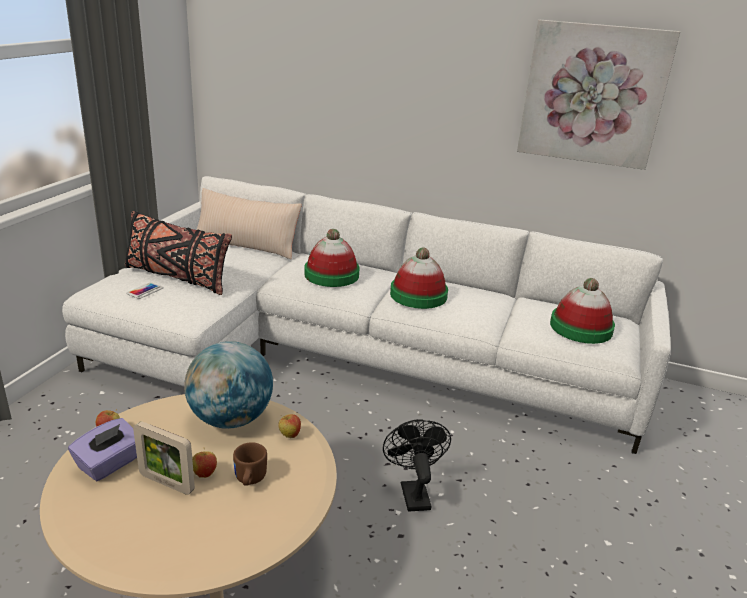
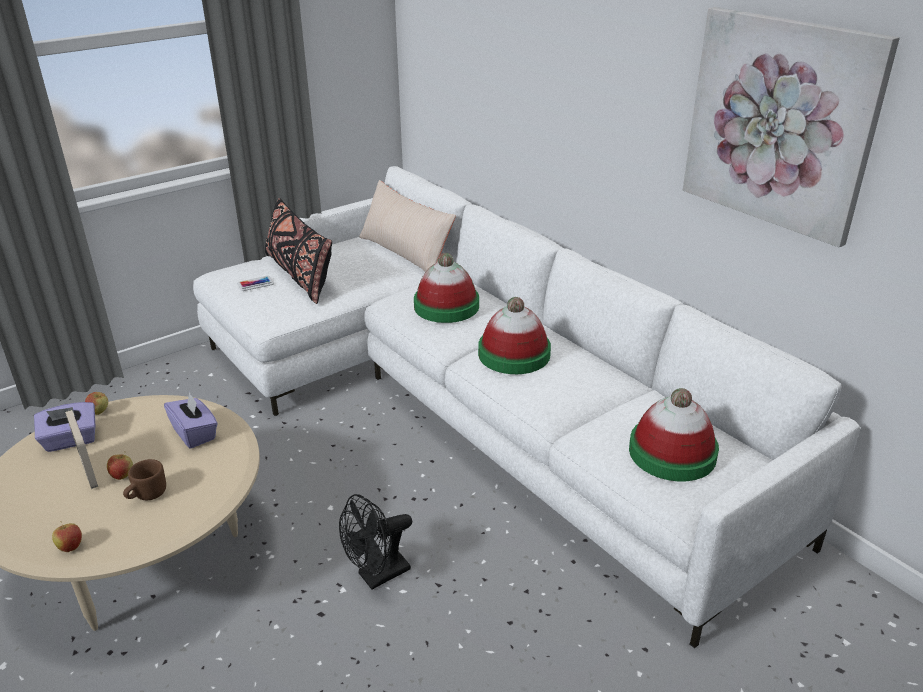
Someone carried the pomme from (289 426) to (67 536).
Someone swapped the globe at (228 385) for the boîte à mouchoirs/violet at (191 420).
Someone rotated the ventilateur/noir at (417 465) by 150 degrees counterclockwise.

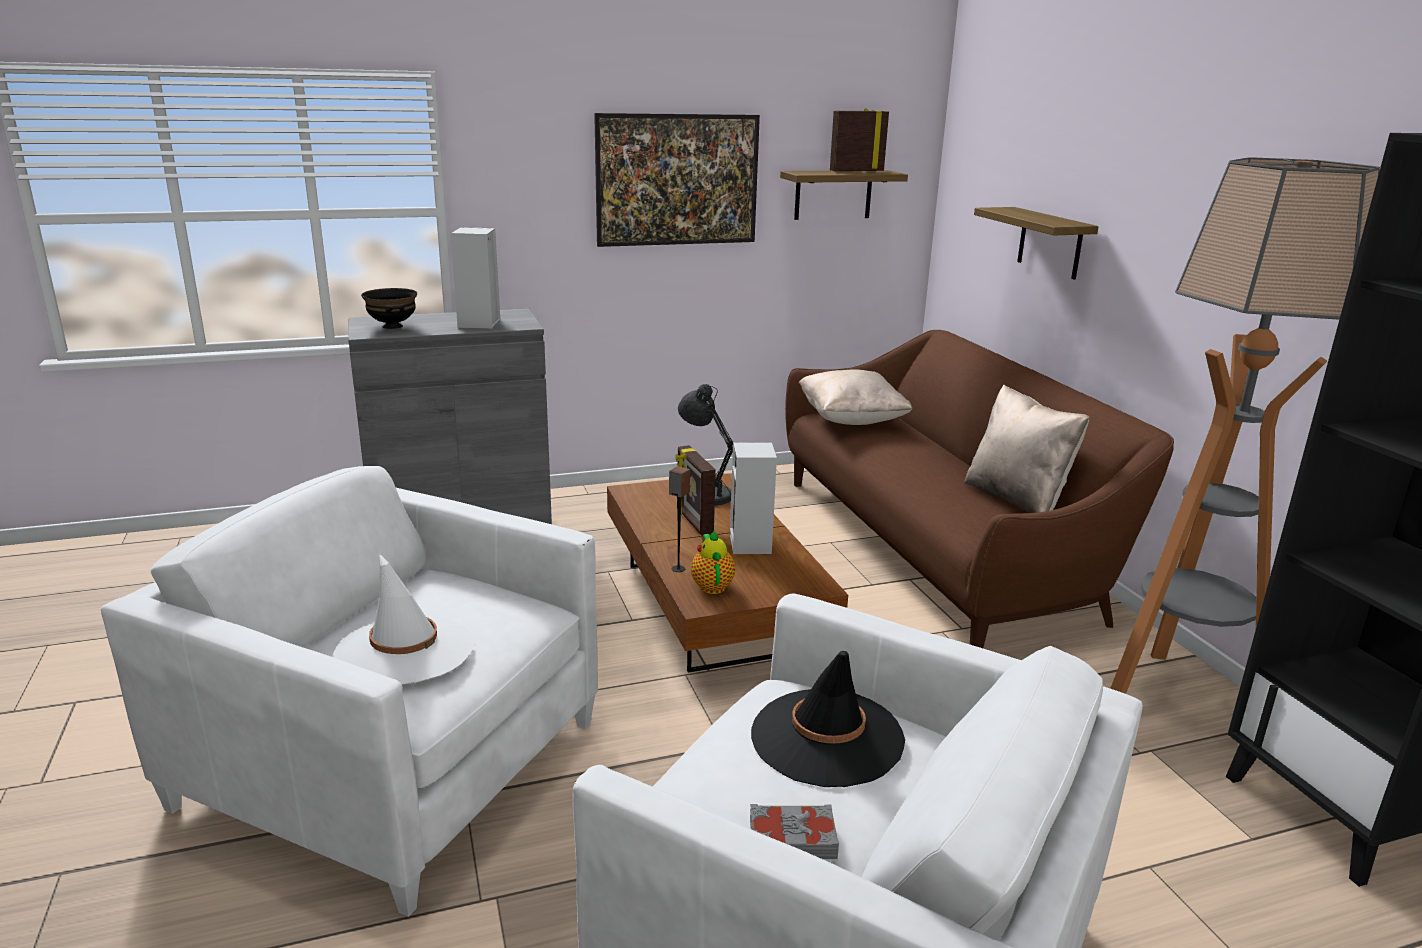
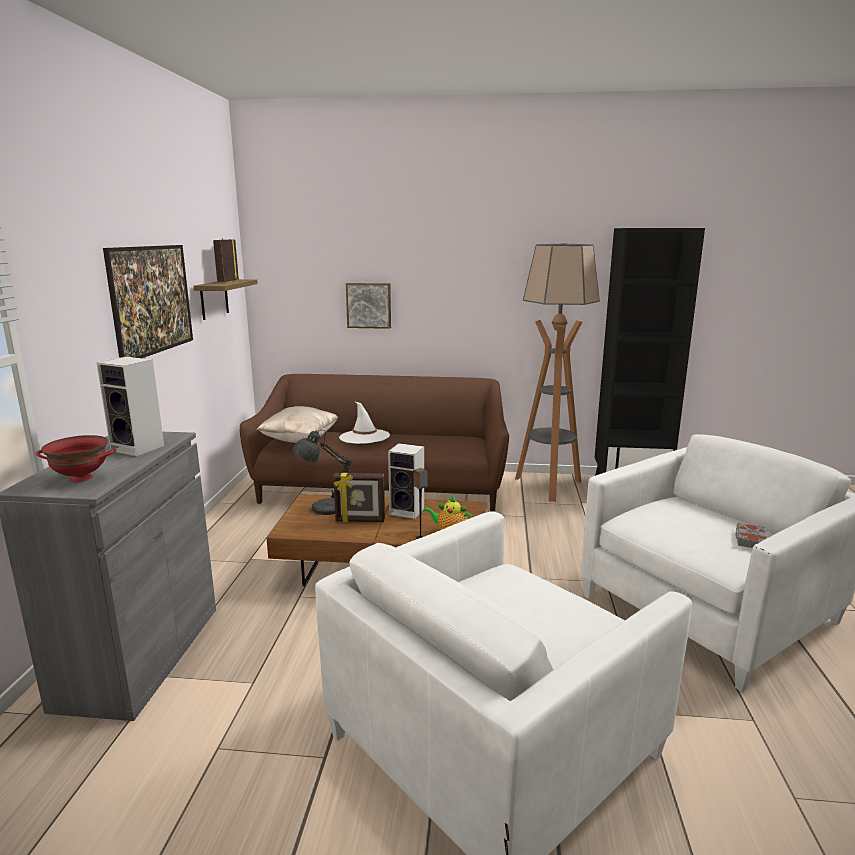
Someone took away the chapeau/noir at (828 719).
Someone took away the coussin/beige at (1026 448).
Someone carried the chapeau/blanc from (403 619) to (364 423).
Someone swapped the étagère at (1036 243) for the tableau at (368 306).
Someone repainted the bol/noir at (389 308), which became the bol/rouge at (76 458).

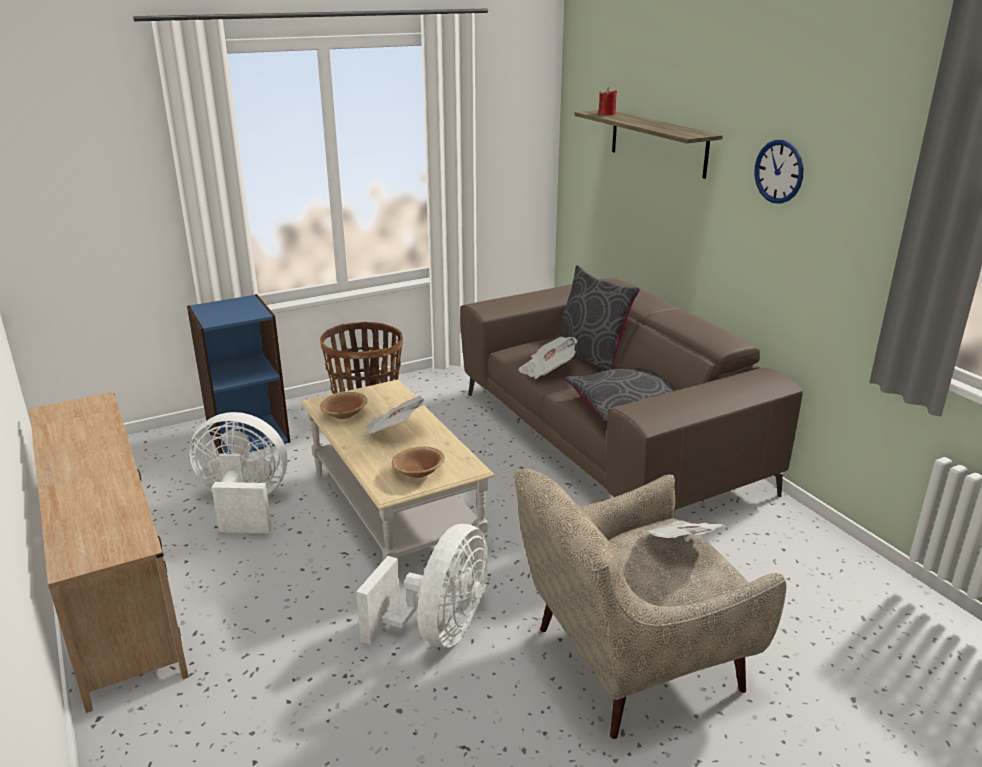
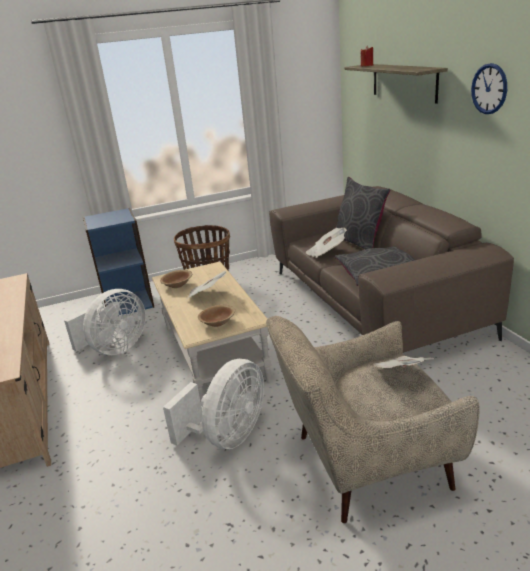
Someone rotated the ventilateur/blanc at (238 472) by 120 degrees clockwise.

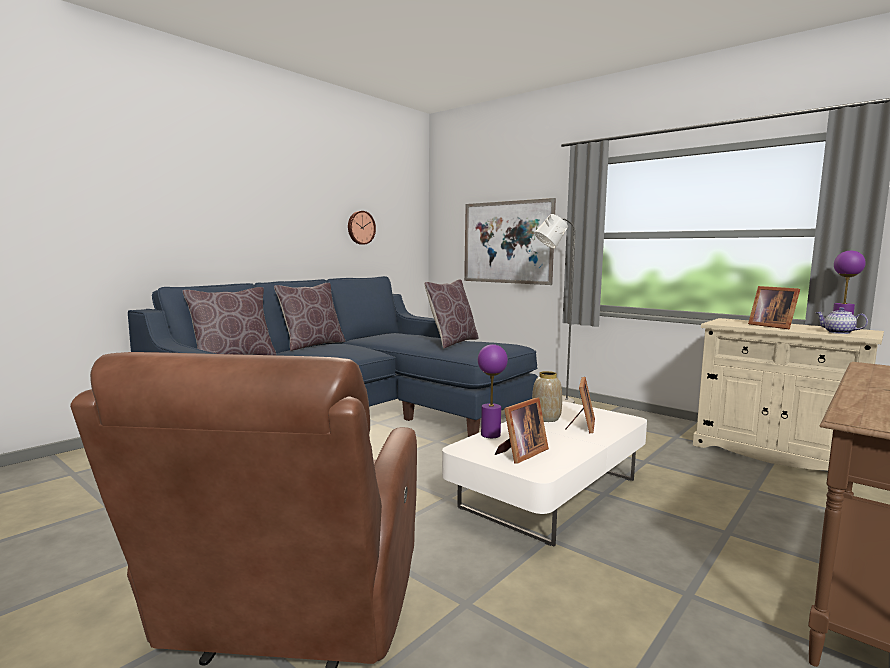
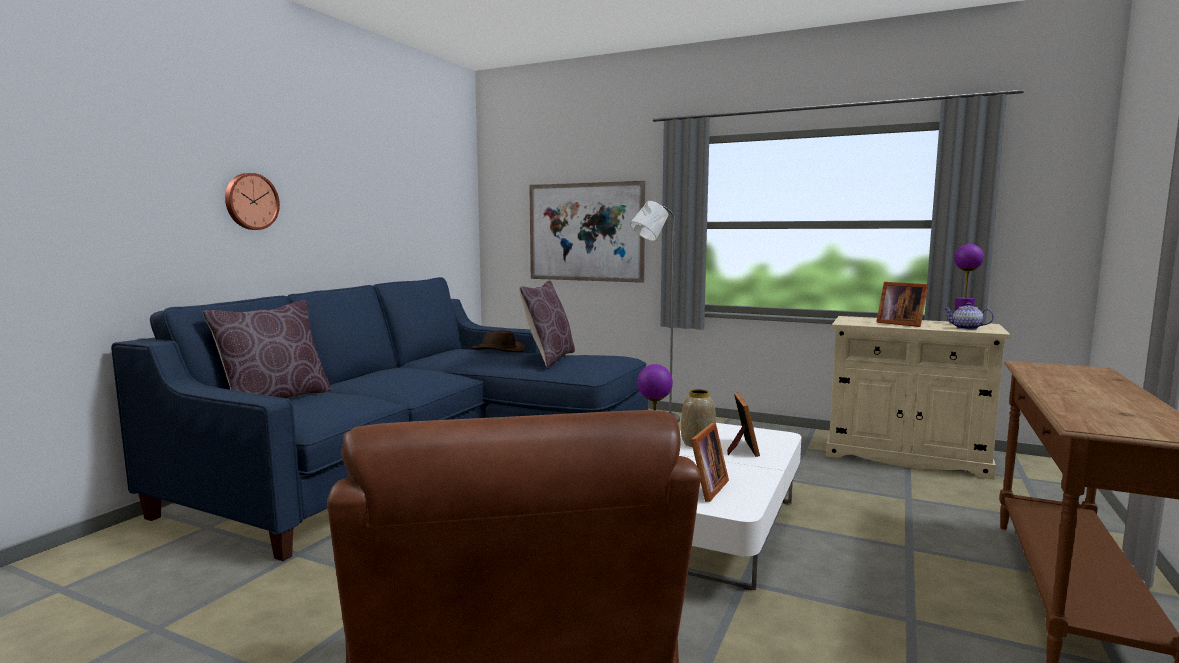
Someone took away the coussin/marron at (309 317).
Someone put down the chapeau/marron at (498 341).
Someone carried the horloge murale from (362 228) to (252 201).

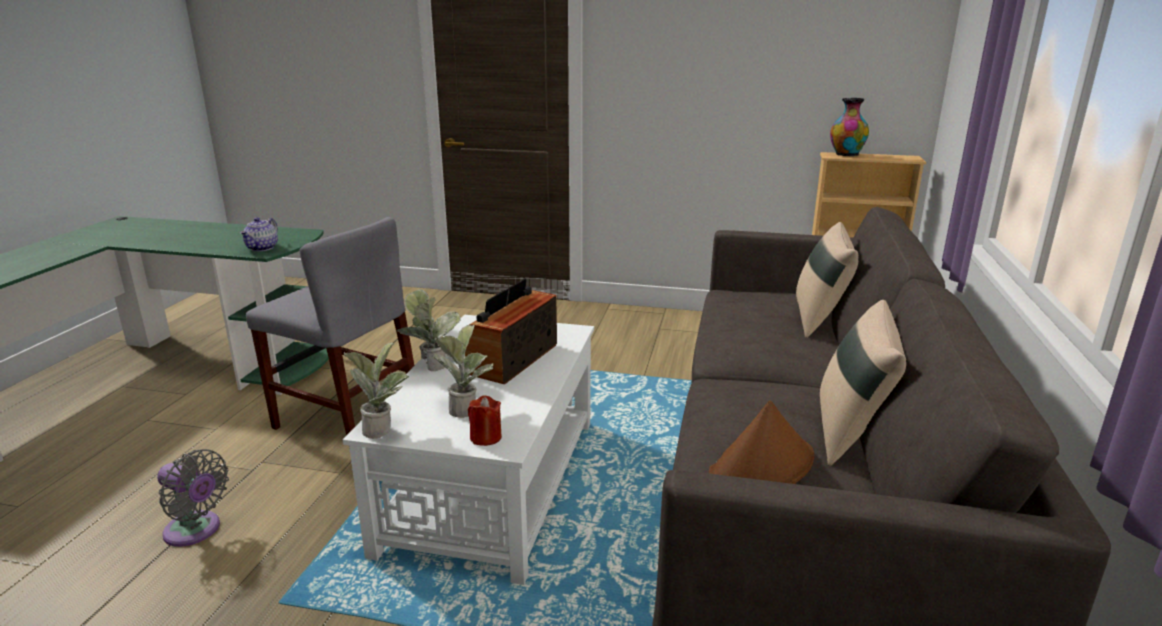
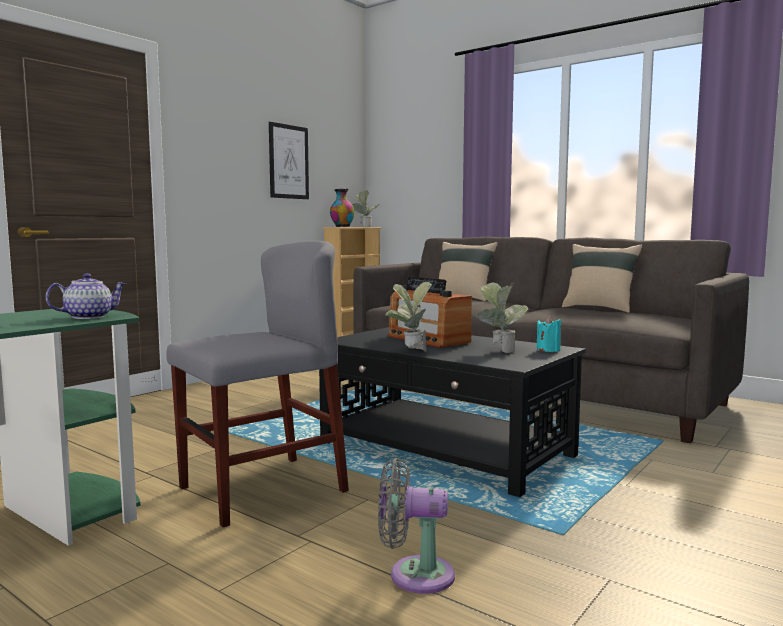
Someone took away the chapeau/marron at (761 442).
Someone put up the tableau at (289 160).
Someone carried the plante en pot from (376 390) to (366 208).
Someone repainted the table basse/blanc at (468 450), which became the table basse/noir at (452 412).
Someone repainted the bougie/rouge at (485 420), which became the bougie/turquoise at (548 334).
Someone rotated the ventilateur/gris at (193 498) by 135 degrees counterclockwise.
Someone rotated the théière at (259 234) by 75 degrees counterclockwise.

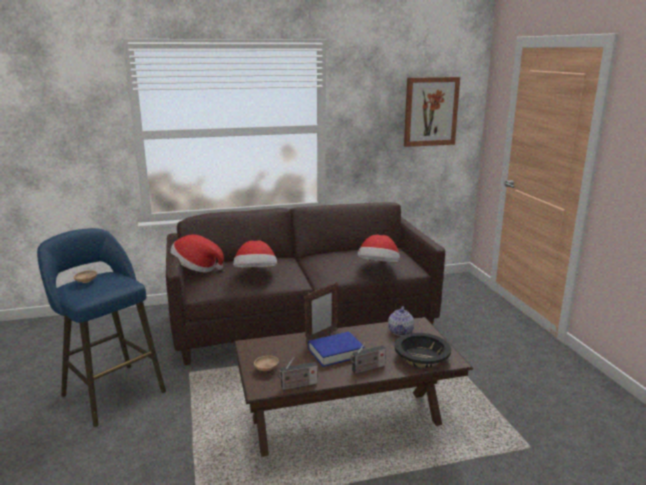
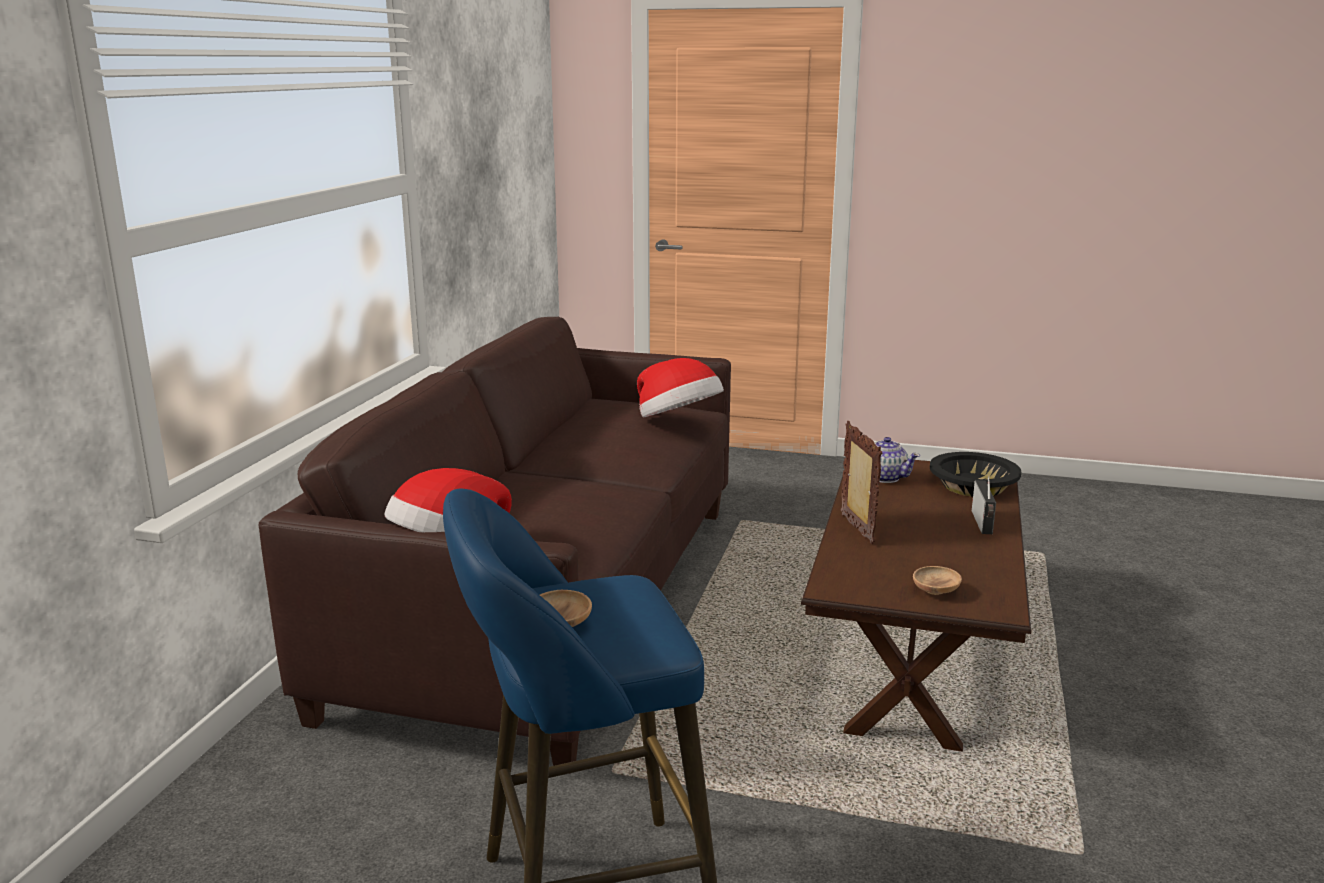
Someone took away the chapeau at (255 253).
Someone took away the radio at (297 373).
Someone took away the livre/bleu at (336 349).
Someone took away the tableau at (432 112).

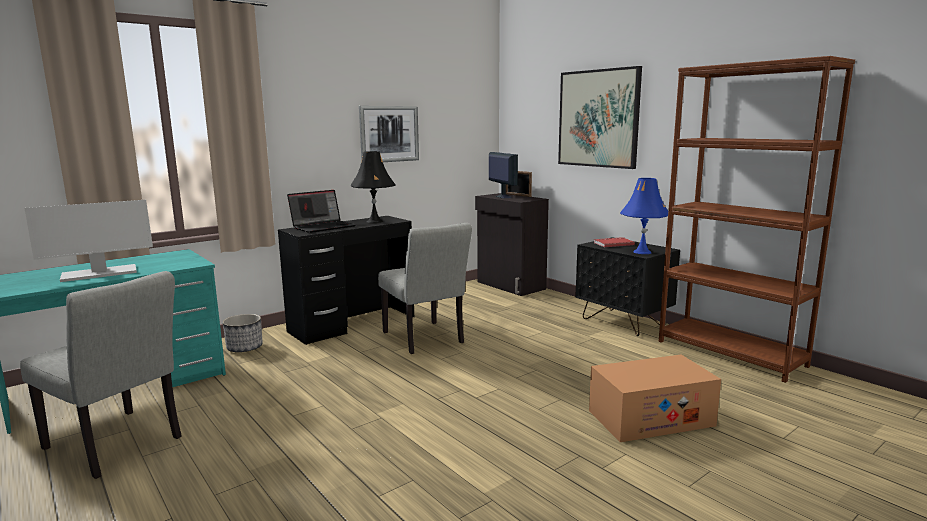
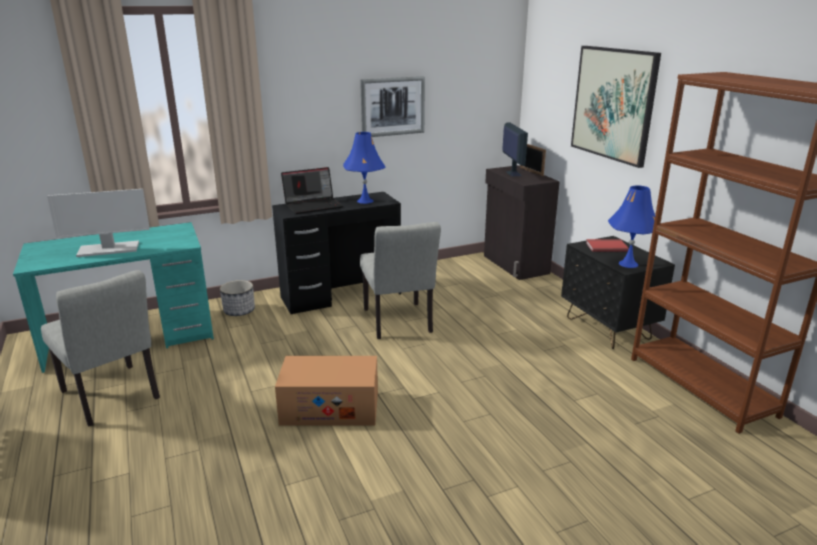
Someone carried the carton from (655 398) to (326 390).
Someone repainted the lampe de table/noir at (373 187), which became the lampe de table/bleu at (364 168).

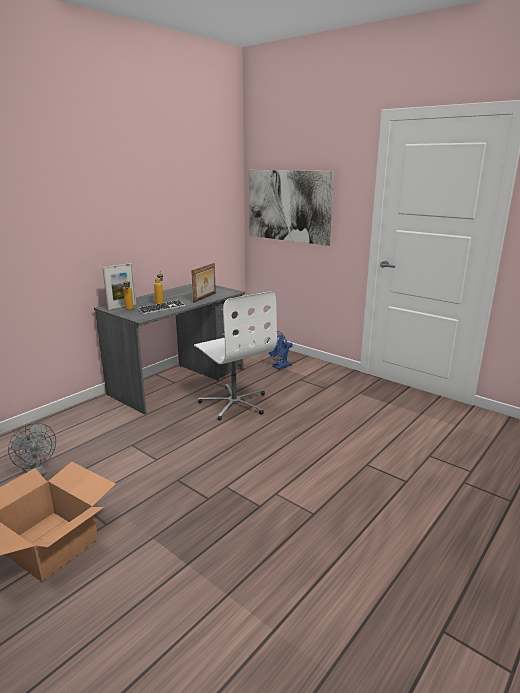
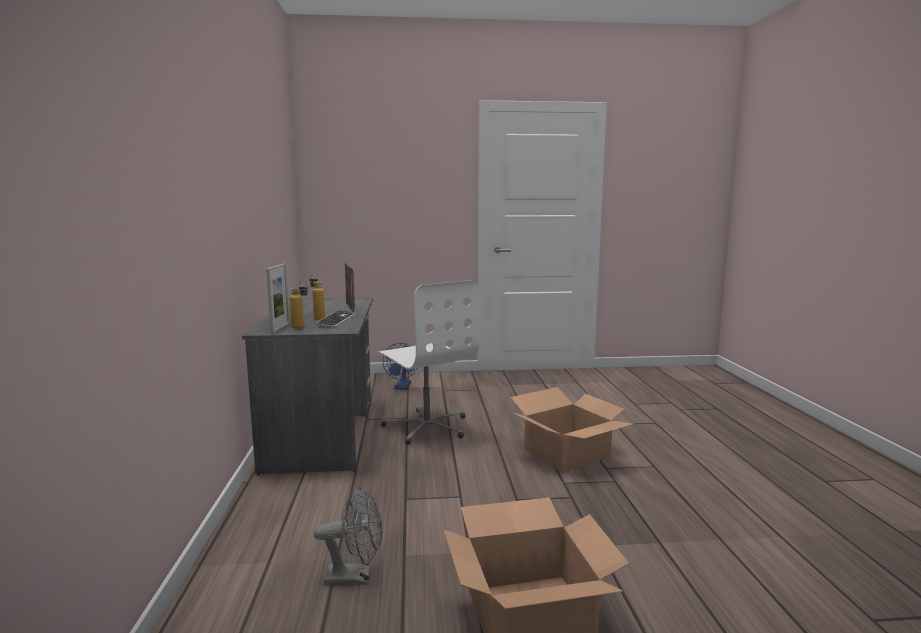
Someone took away the tableau at (291 208).
Someone put down the carton at (571 430).
Someone rotated the chaise de bureau/blanc at (235 355) by 45 degrees clockwise.

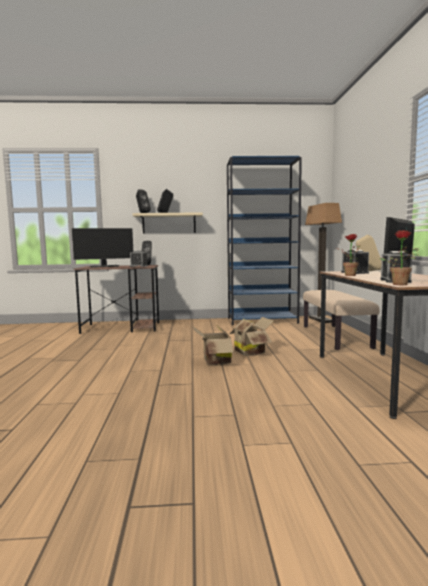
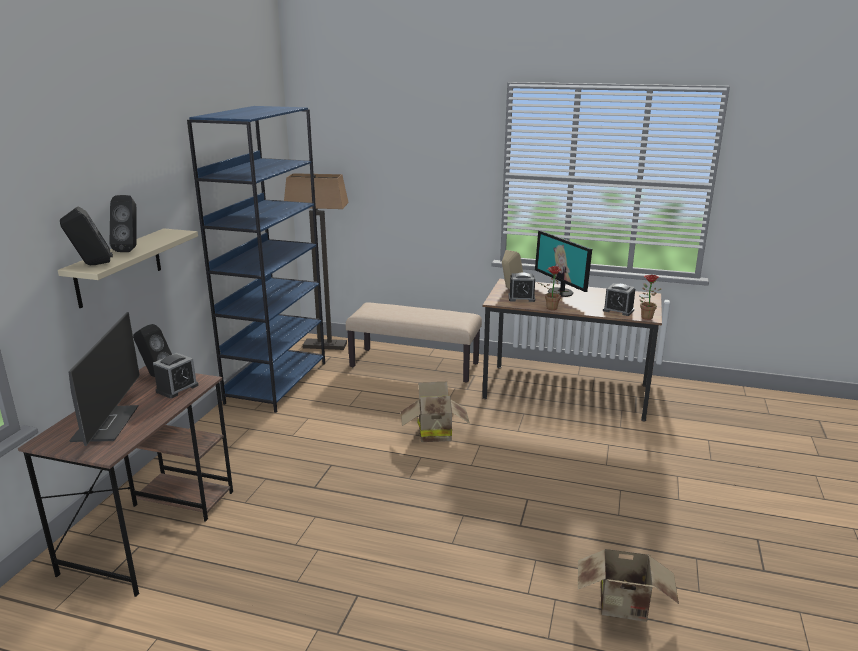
Someone carried the carton from (213 345) to (628 585).

